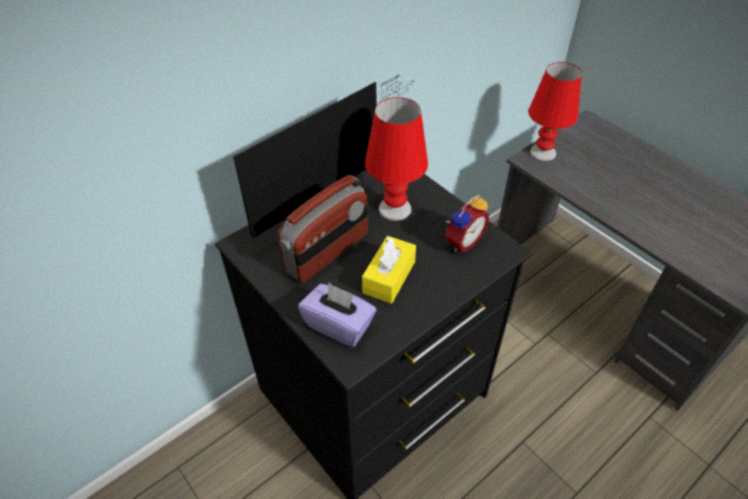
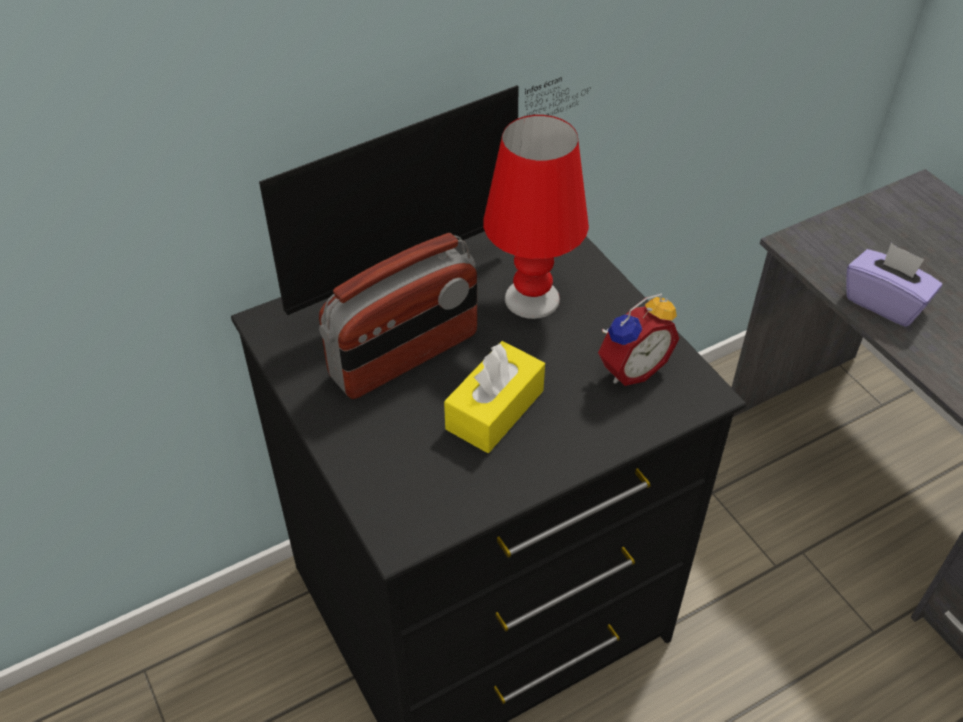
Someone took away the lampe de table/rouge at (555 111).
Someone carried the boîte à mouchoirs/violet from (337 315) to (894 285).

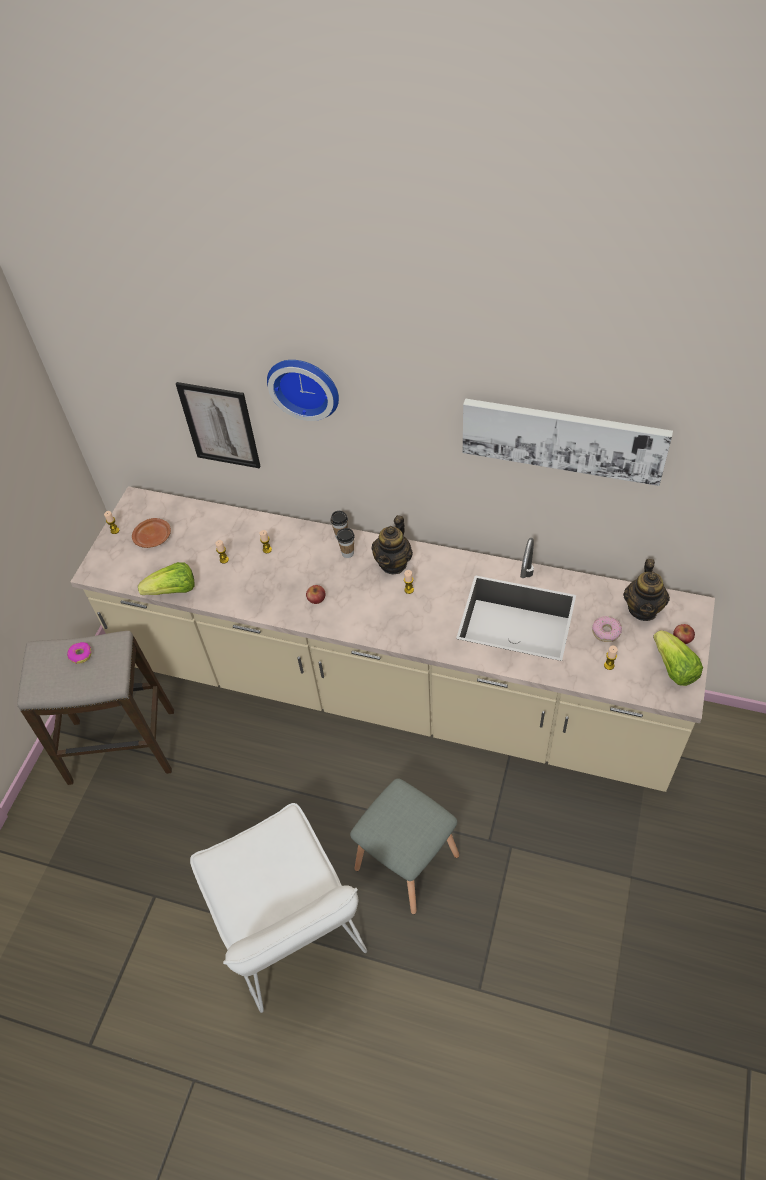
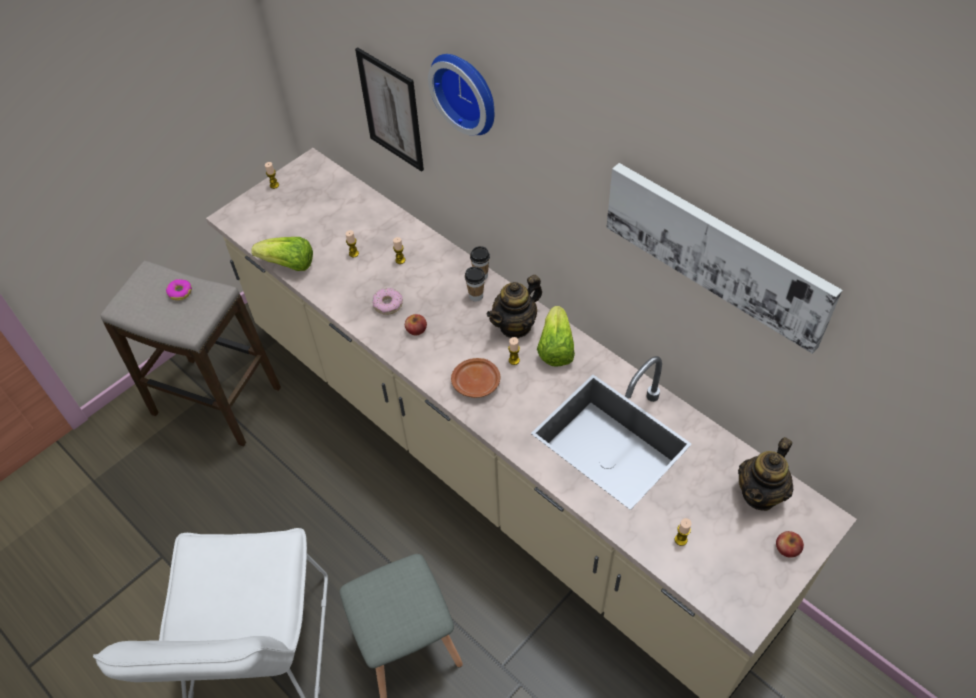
Someone carried the assiette/marron from (151 533) to (475 378).
Someone carried the beignet from (607 629) to (388 301).
Someone carried the laitue from (678 658) to (556 336).

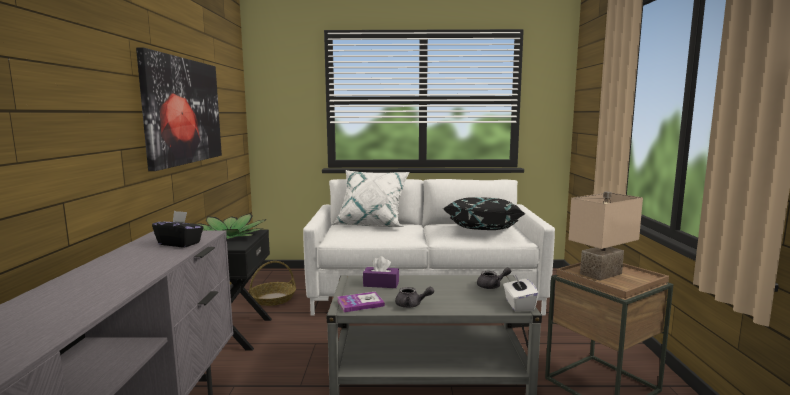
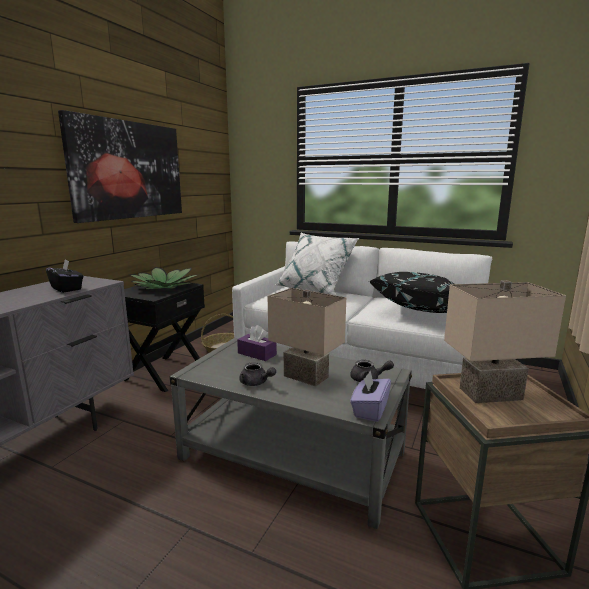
Someone took away the livre at (361 302).
Someone put down the lampe de table/beige at (307 337).
Someone repainted the boîte à mouchoirs/blanc at (521 293), which became the boîte à mouchoirs/violet at (370 396).

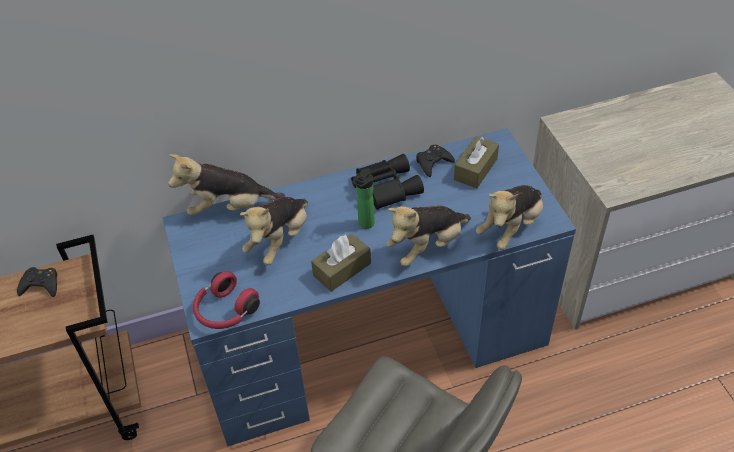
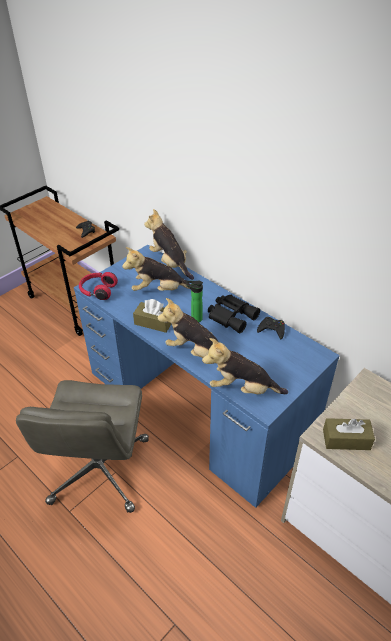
Someone carried the boîte à mouchoirs/marron from (476 162) to (349 434).

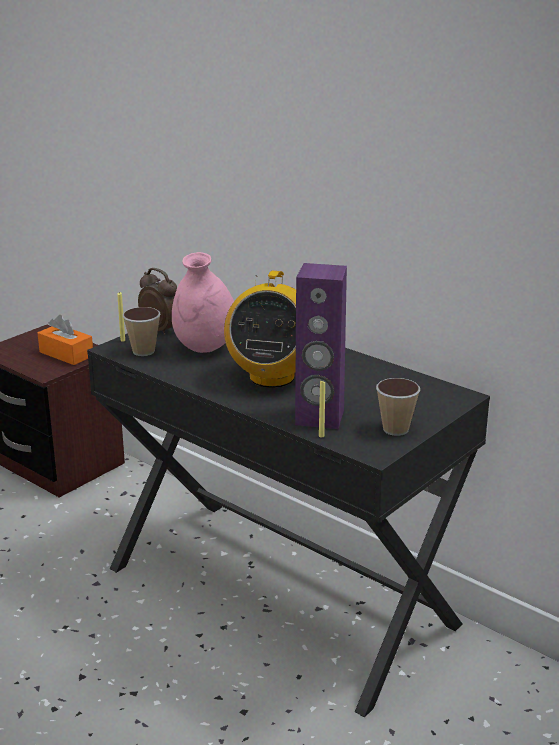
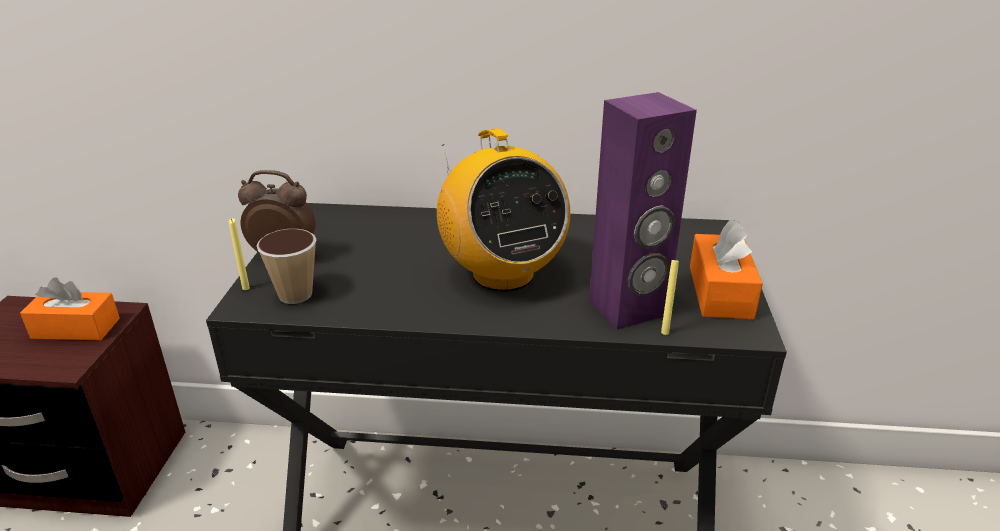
Someone took away the vase/rose at (203 302).
Someone swapped the tasse at (398 407) for the boîte à mouchoirs/orange at (726 269).

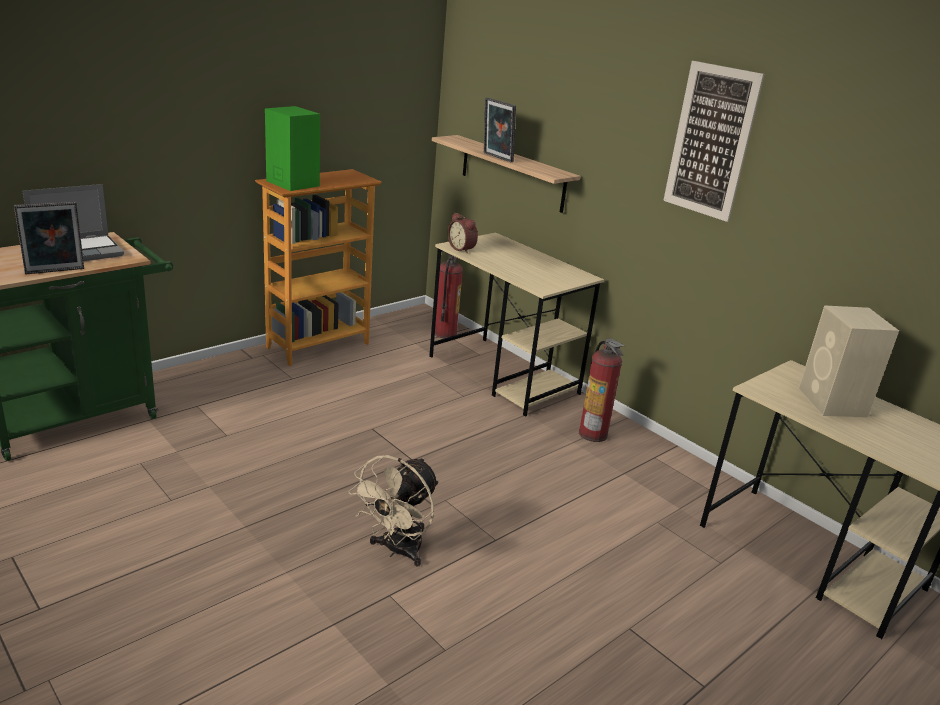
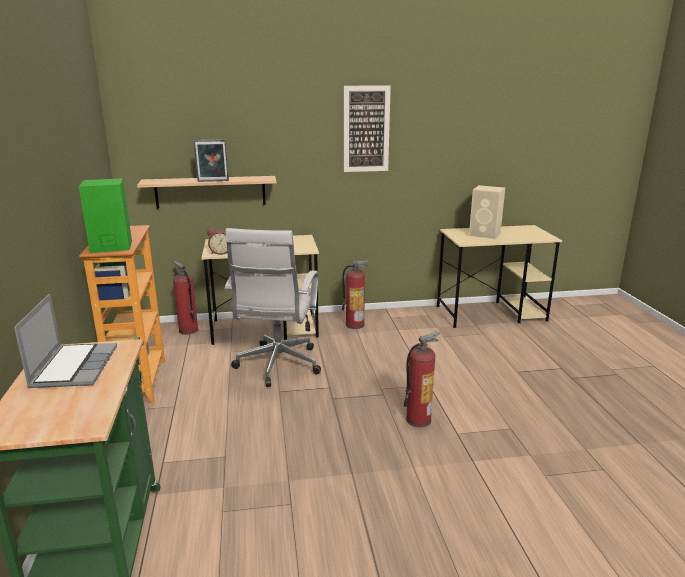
Someone took away the cadre photo at (49 237).
Someone put down the chaise de bureau/blanc at (272 307).
Someone swapped the ventilateur/beige at (394 511) for the extincteur at (422 379).

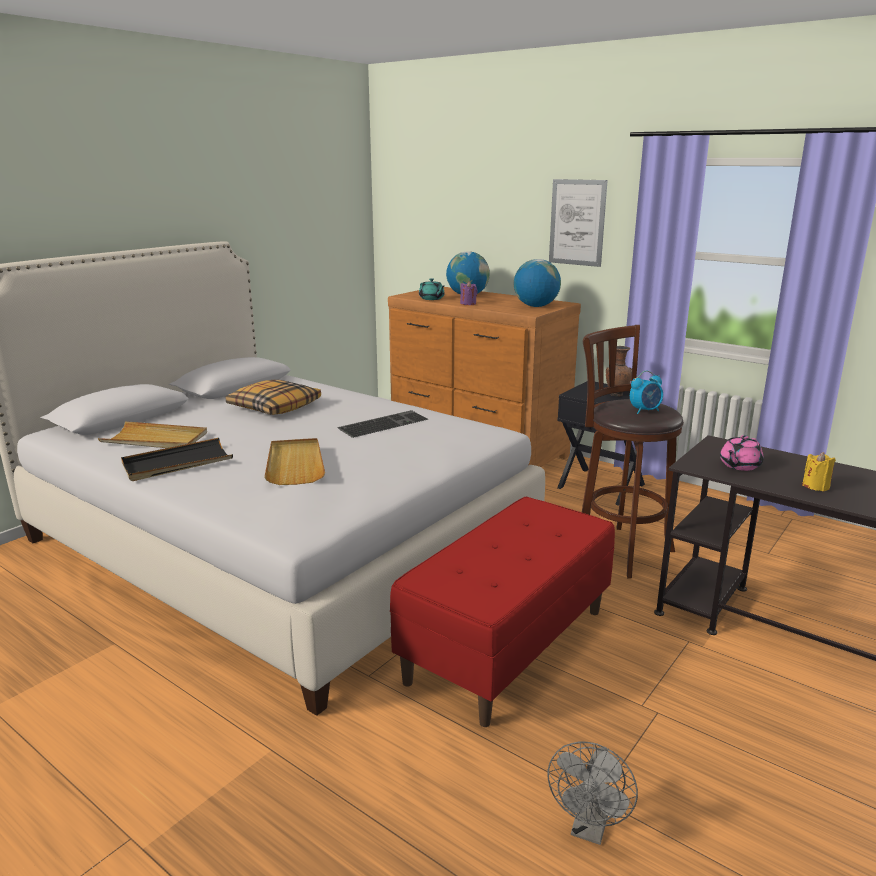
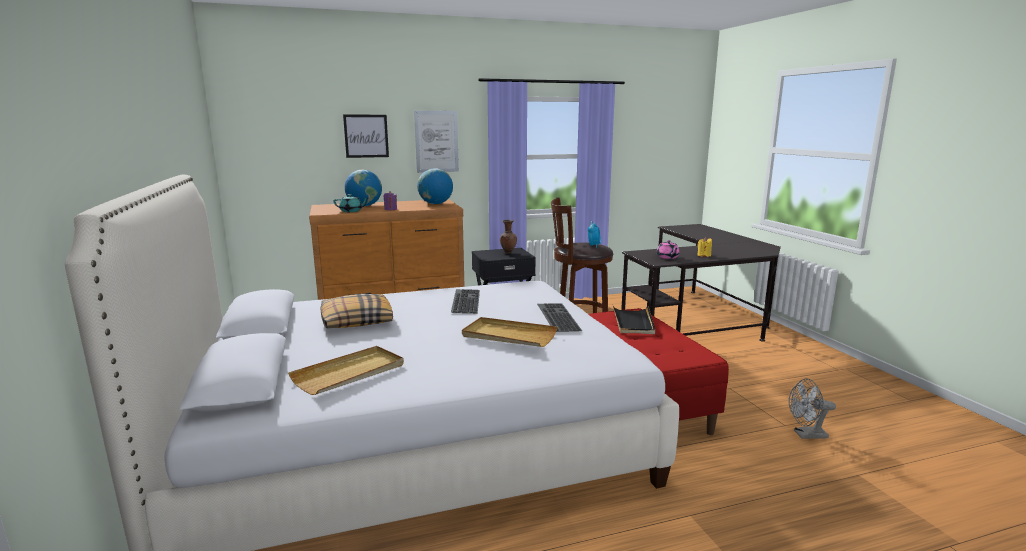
Someone put up the tableau at (366 136).
Someone put down the clavier at (559 317).
Someone carried the plateau/noir from (177 459) to (634 320).
Someone rotated the ventilateur/gris at (592 793) by 120 degrees clockwise.

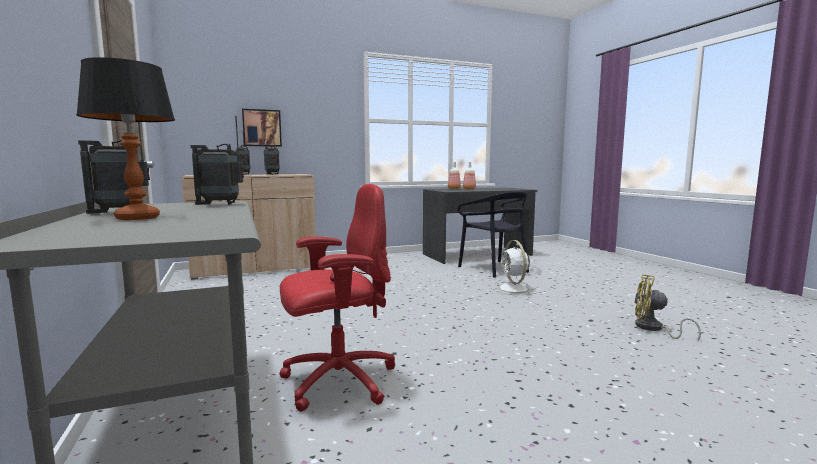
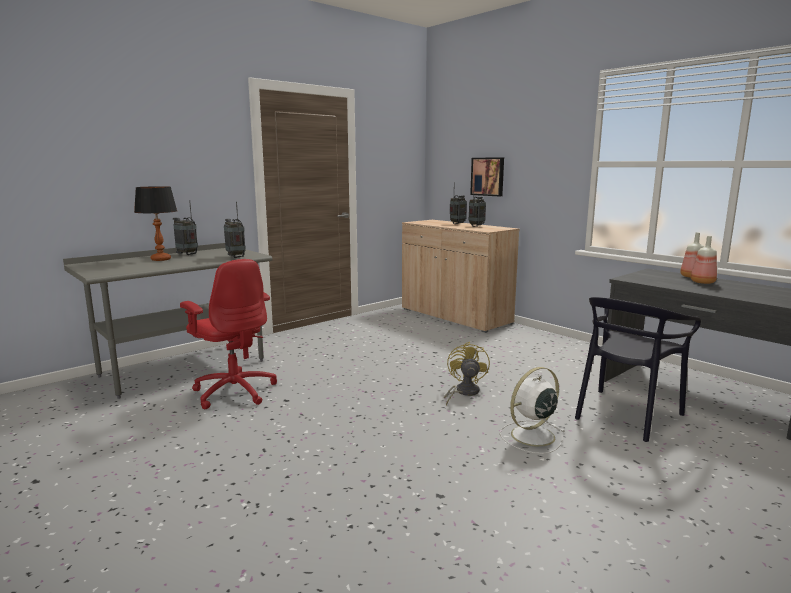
Someone carried the ventilateur/jaune from (667 307) to (467 374).

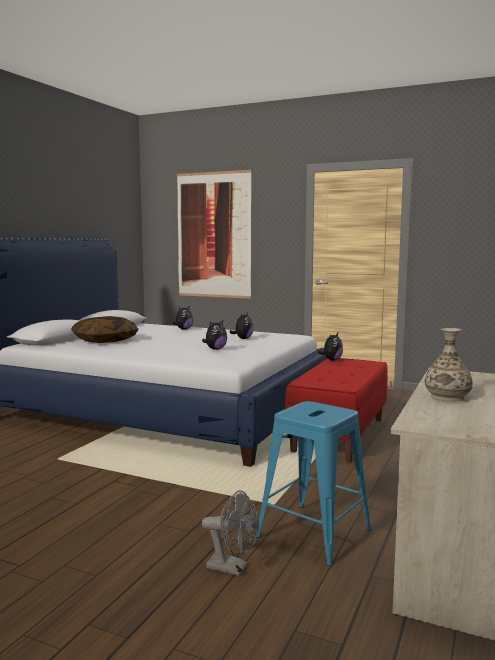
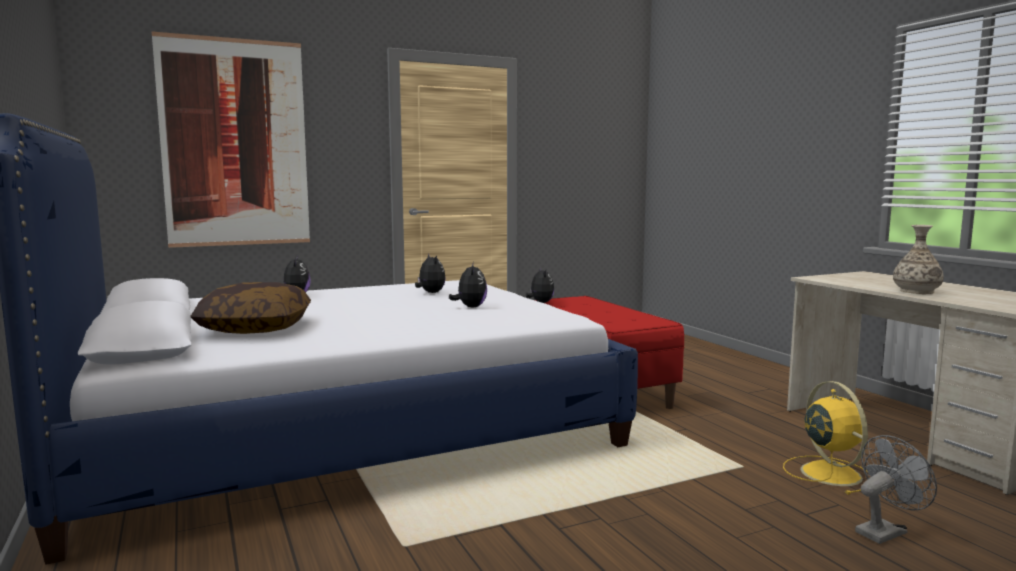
Someone swapped the tabouret/bleu at (314 483) for the ventilateur/jaune at (825 437).

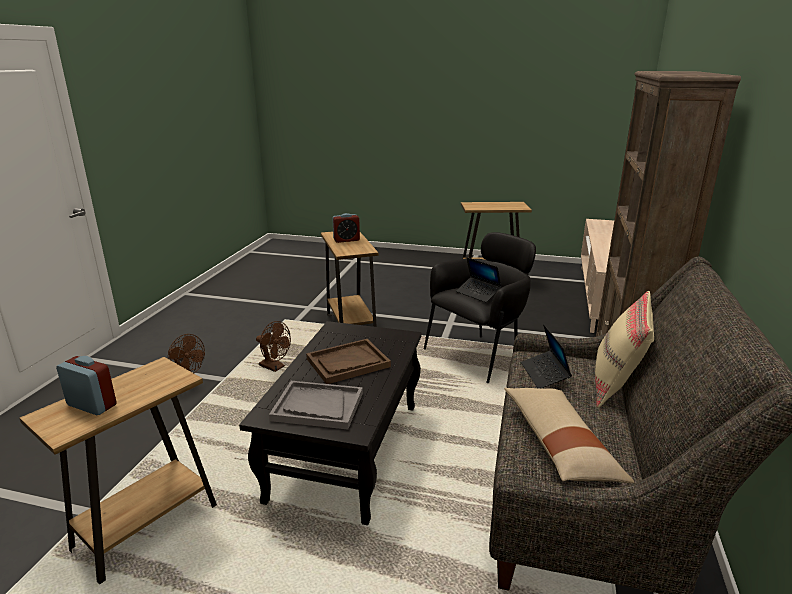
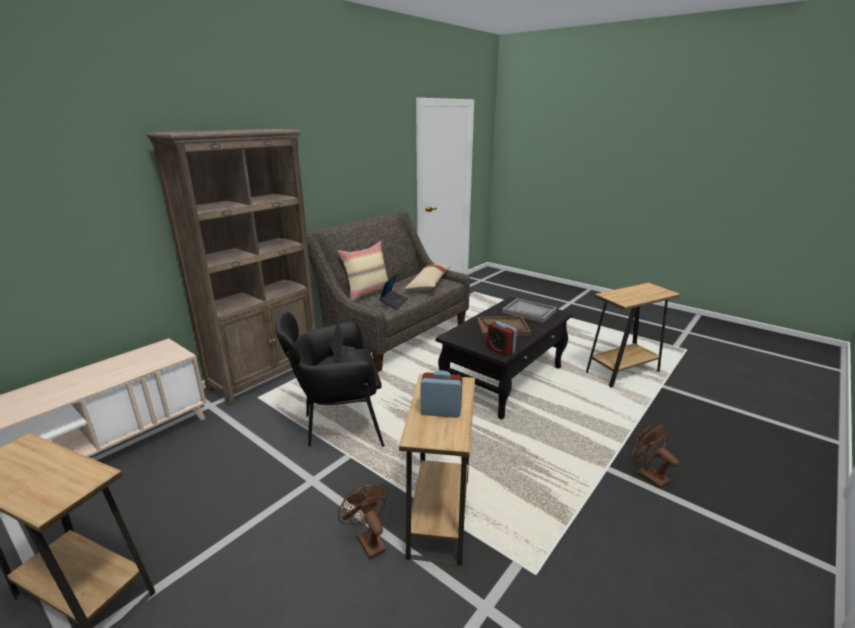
Someone carried the réveil from (86 385) to (502 338).
Someone carried the ventilateur/marron from (273 346) to (363 521).

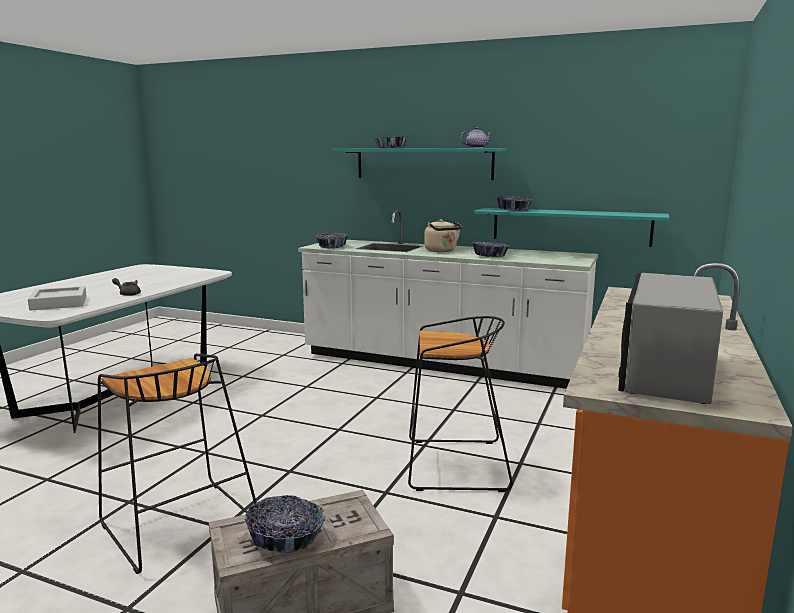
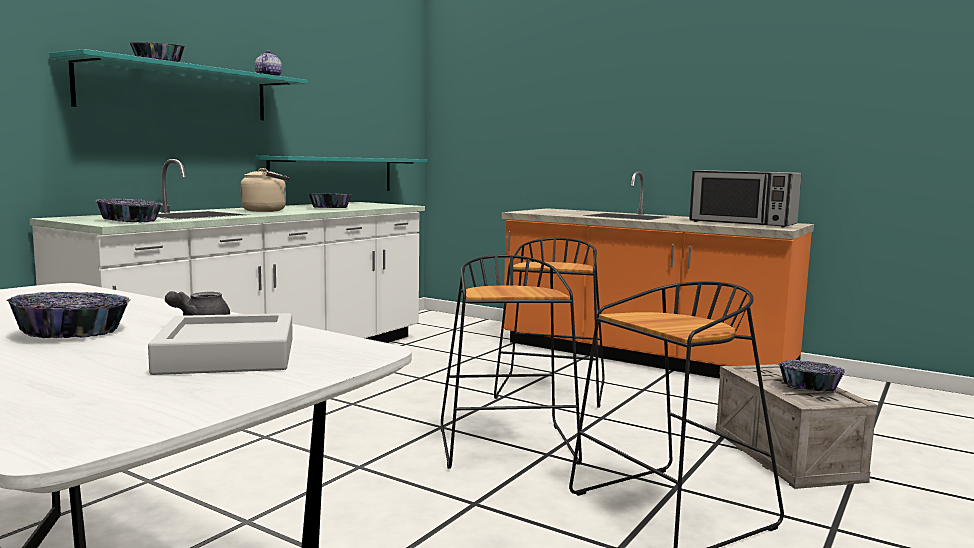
Someone put down the tabouret/noir at (511 362).
Someone carried the bol from (514 203) to (68 315).

